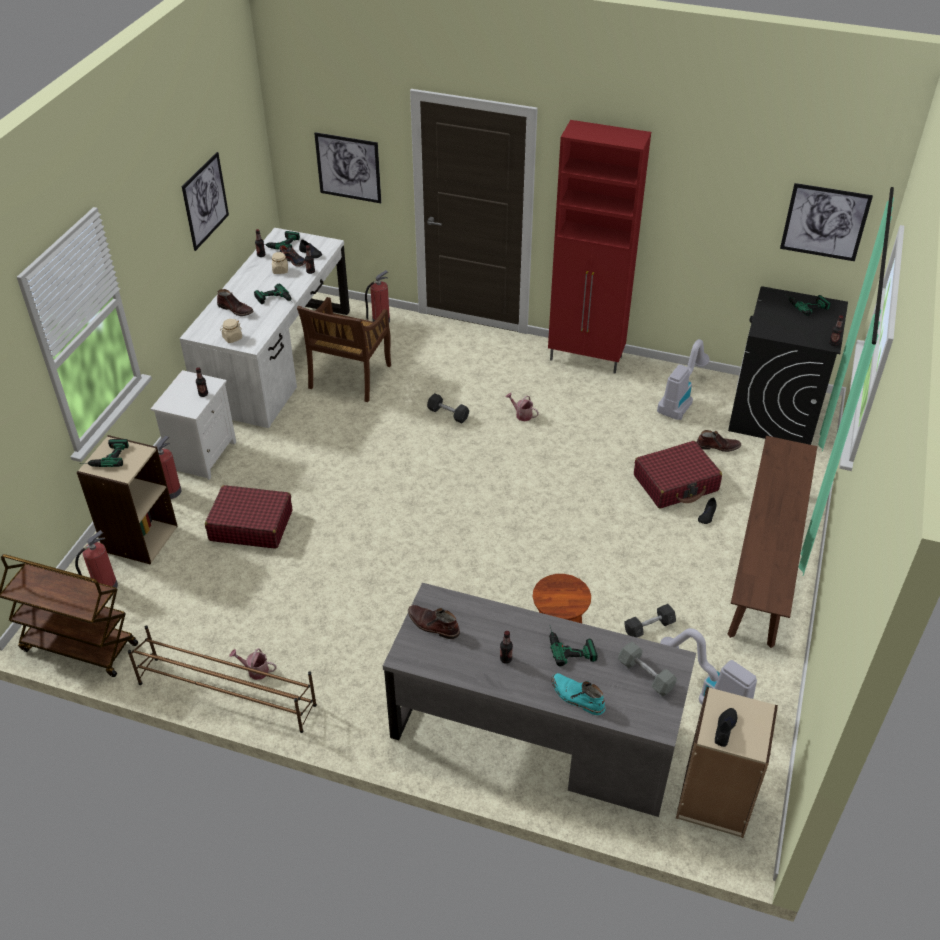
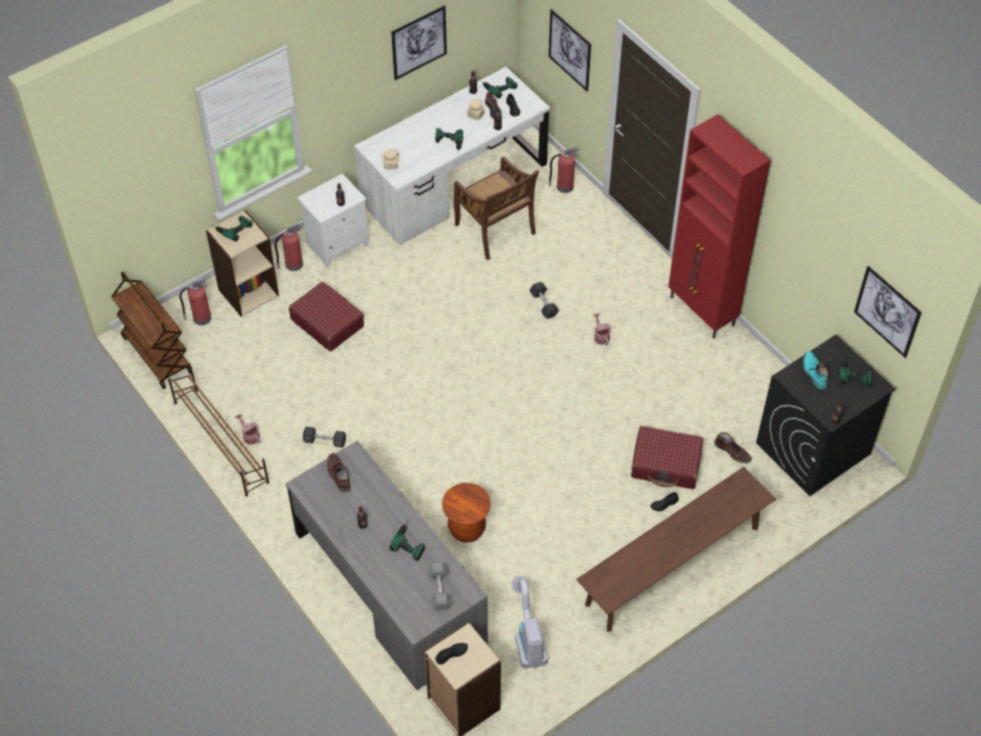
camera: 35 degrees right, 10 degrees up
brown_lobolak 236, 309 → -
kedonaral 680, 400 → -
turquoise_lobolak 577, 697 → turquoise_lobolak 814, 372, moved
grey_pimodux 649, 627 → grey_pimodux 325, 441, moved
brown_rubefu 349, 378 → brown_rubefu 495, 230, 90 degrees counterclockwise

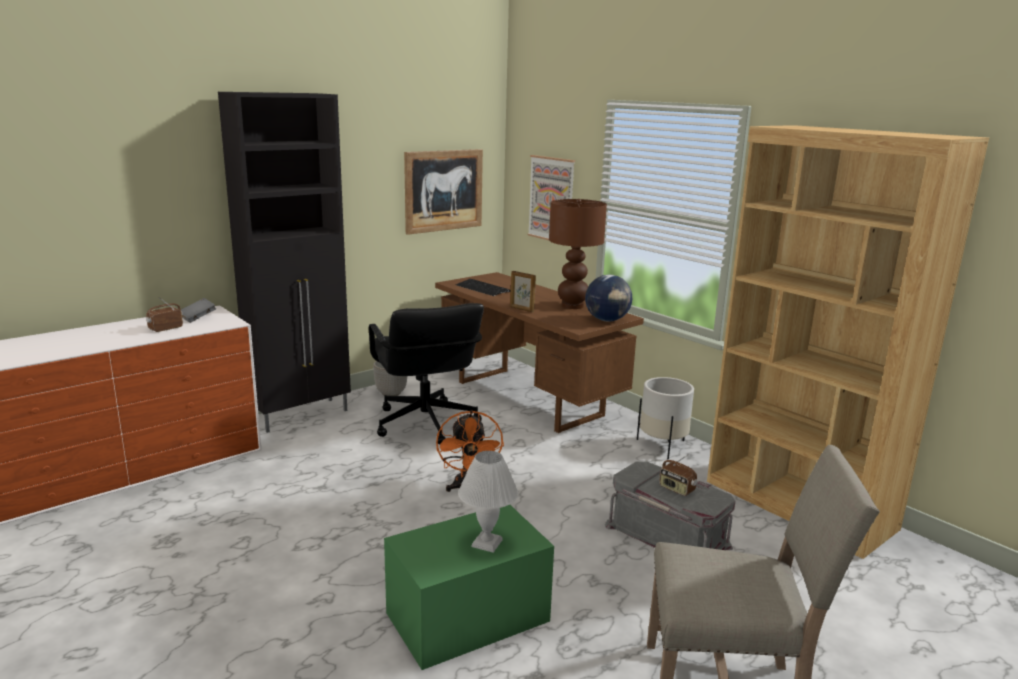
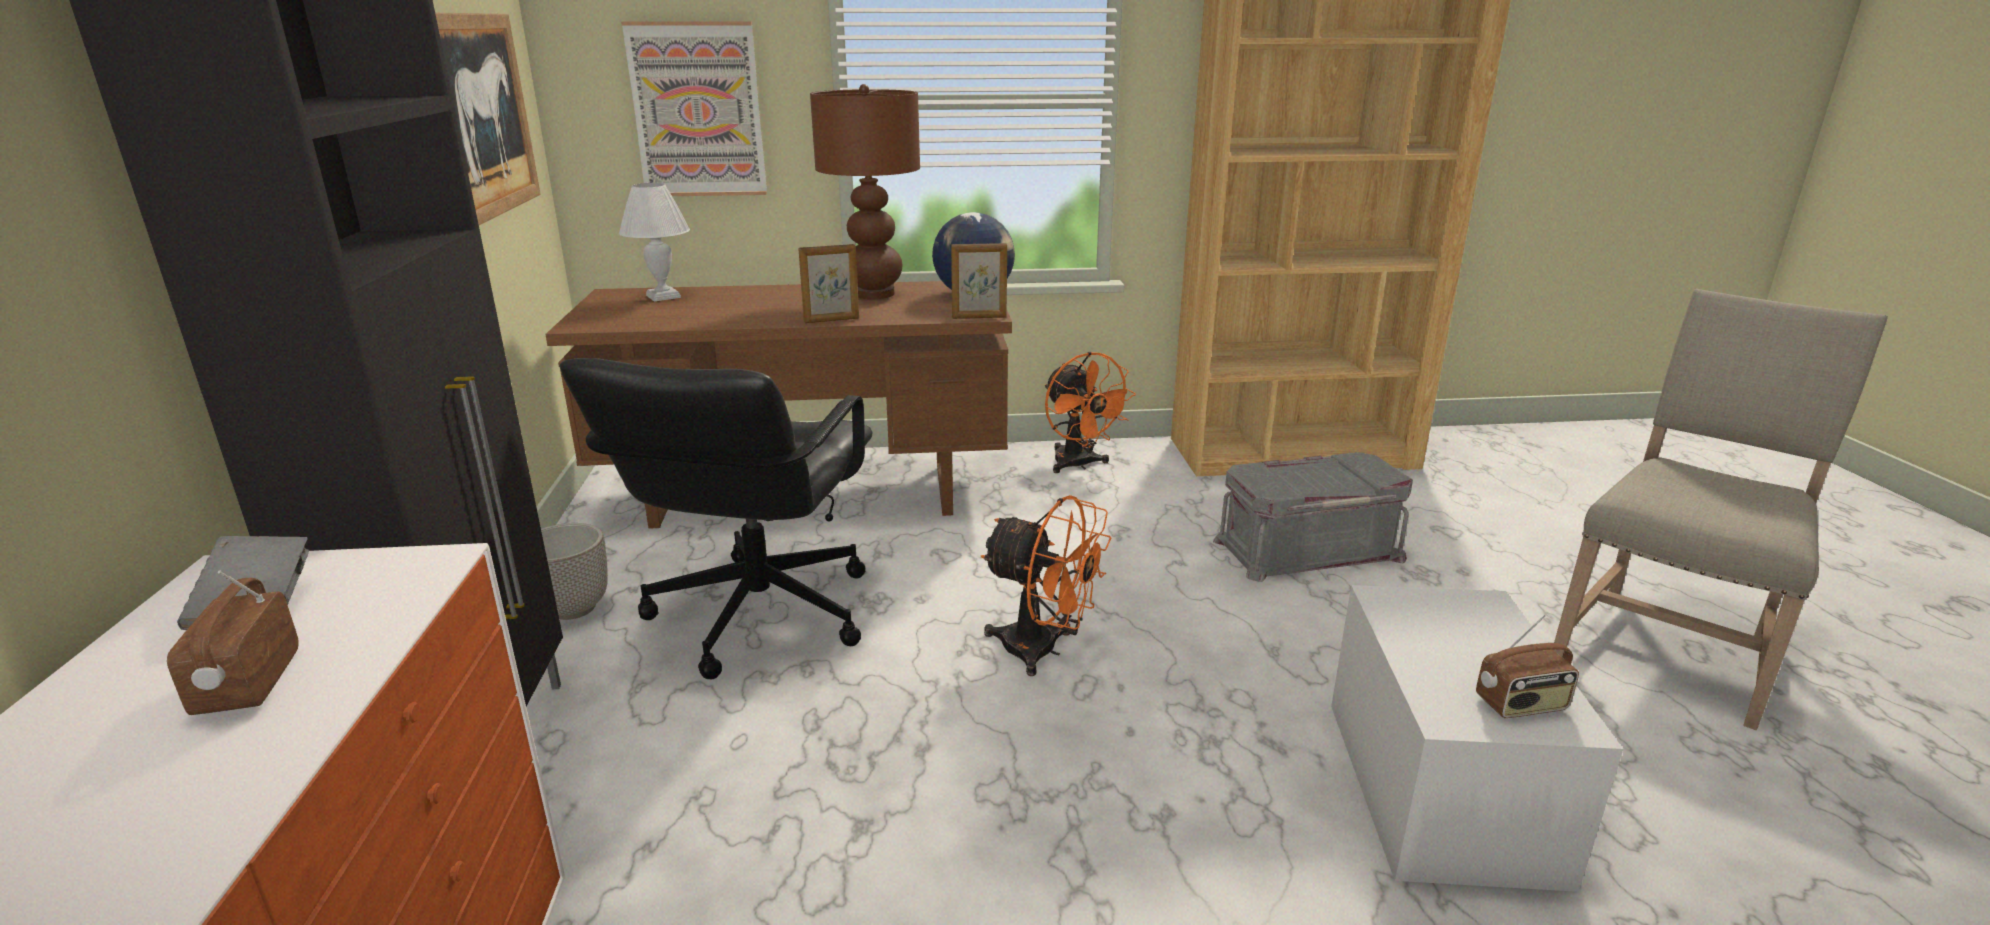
camera: 55 degrees left, 5 degrees up
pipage 482, 288 → -
- → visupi 979, 317
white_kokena 488, 543 → white_kokena 664, 296, moved
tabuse 676, 489 → tabuse 1521, 705, moved
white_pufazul 662, 446 → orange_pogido 1079, 465
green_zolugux 467, 617 → white_zolugux 1440, 788
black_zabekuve 425, 424 → black_zabekuve 758, 614, 90 degrees clockwise

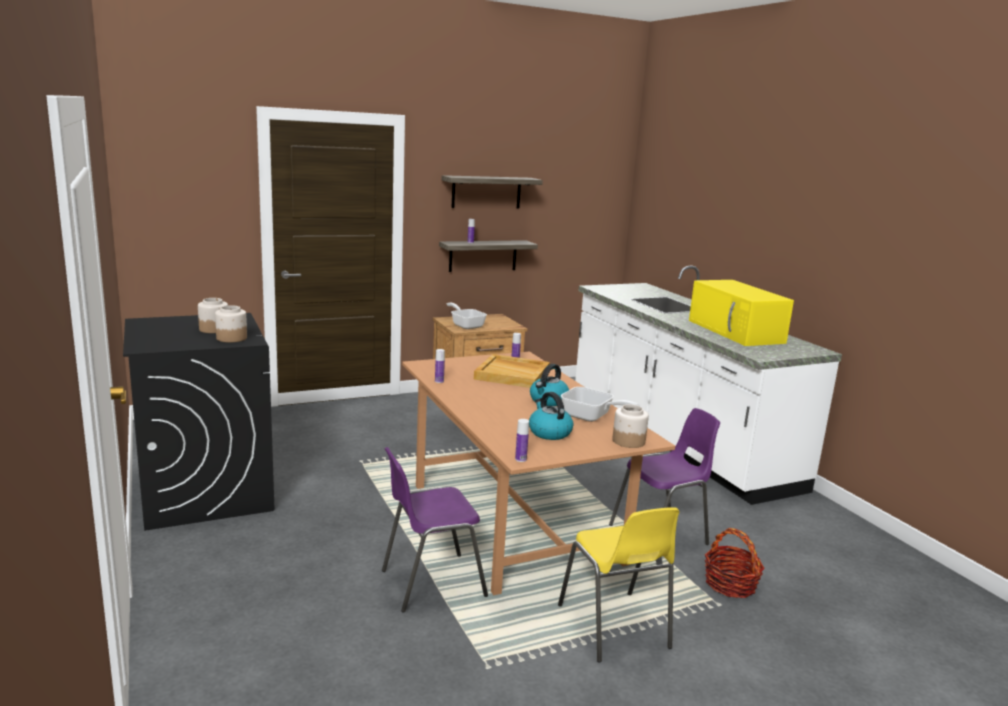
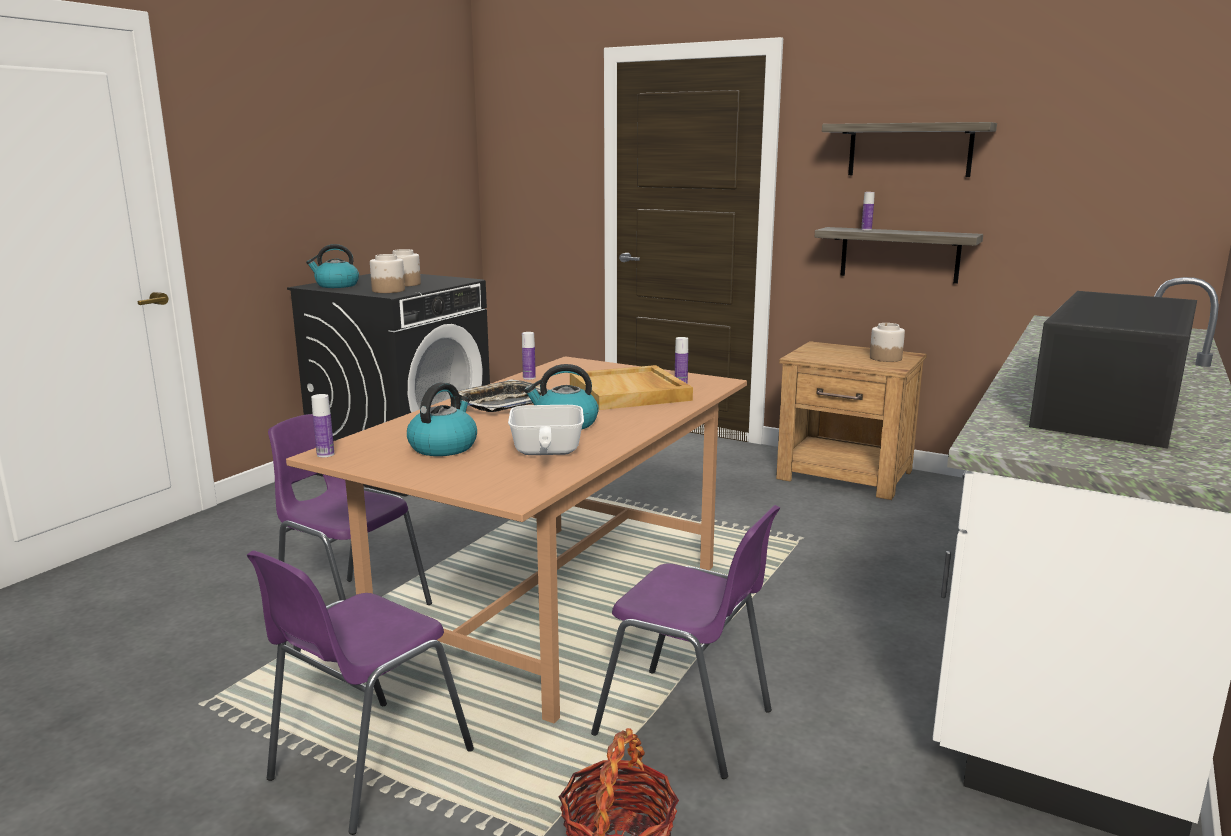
camera: 55 degrees right, 0 degrees up
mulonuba 466, 325 → -
- → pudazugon 336, 285
- → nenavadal 502, 403
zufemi 628, 441 → zufemi 885, 358, moved
yellow_rubefu 615, 628 → purple_rubefu 366, 766
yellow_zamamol 736, 332 → black_zamamol 1109, 410

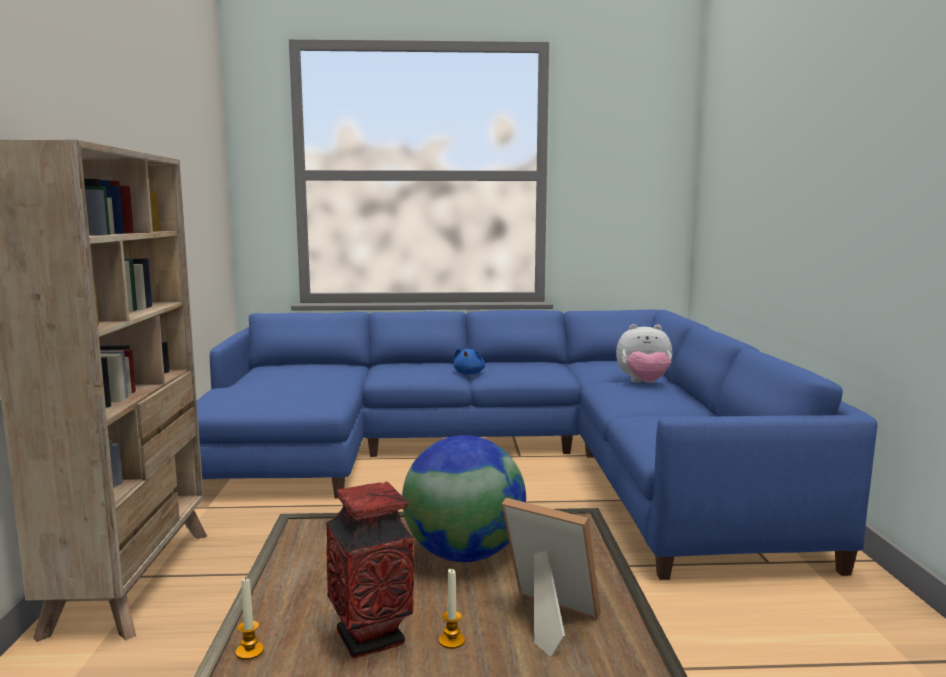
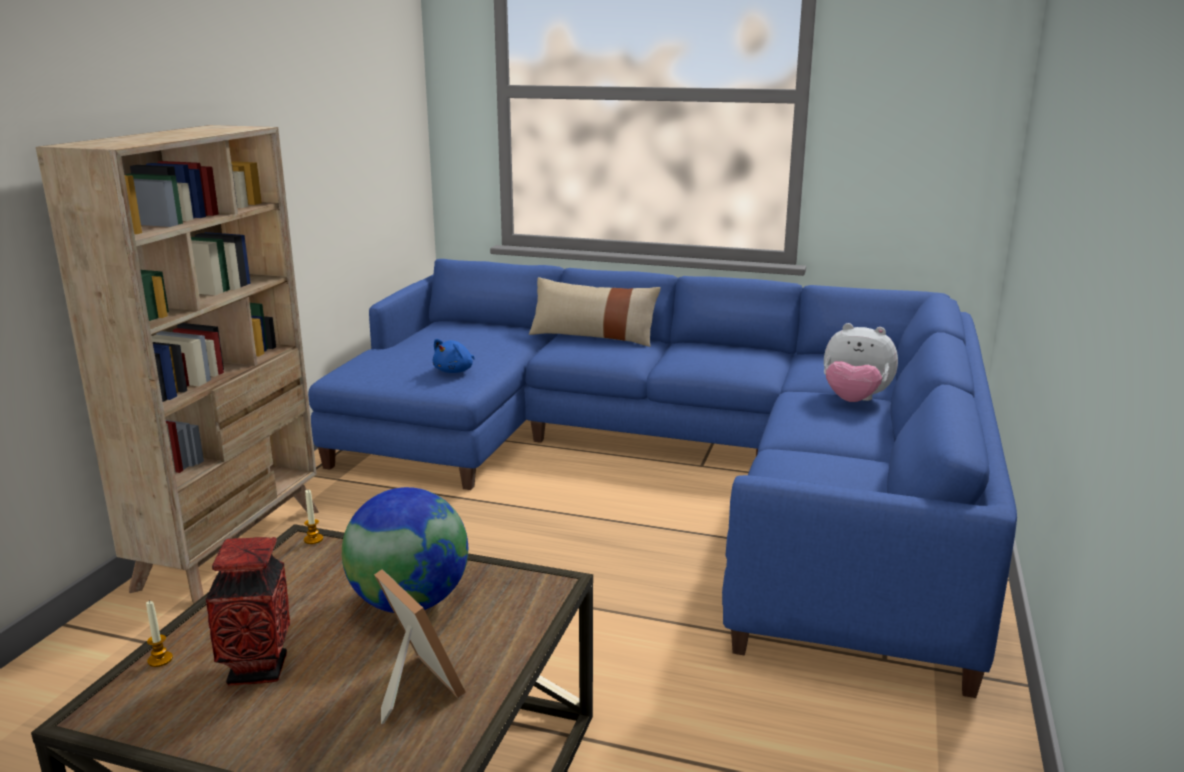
camera: 20 degrees right, 10 degrees up
- → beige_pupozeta 593, 336
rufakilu 451, 641 → rufakilu 313, 539, moved
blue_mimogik 469, 373 → blue_mimogik 455, 371, moved

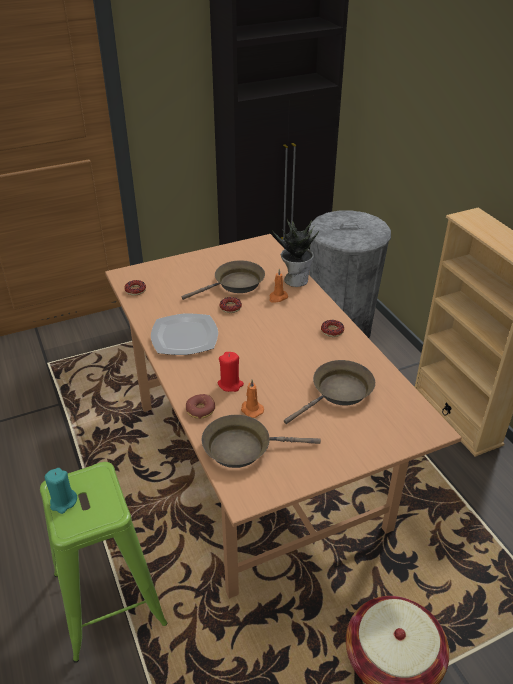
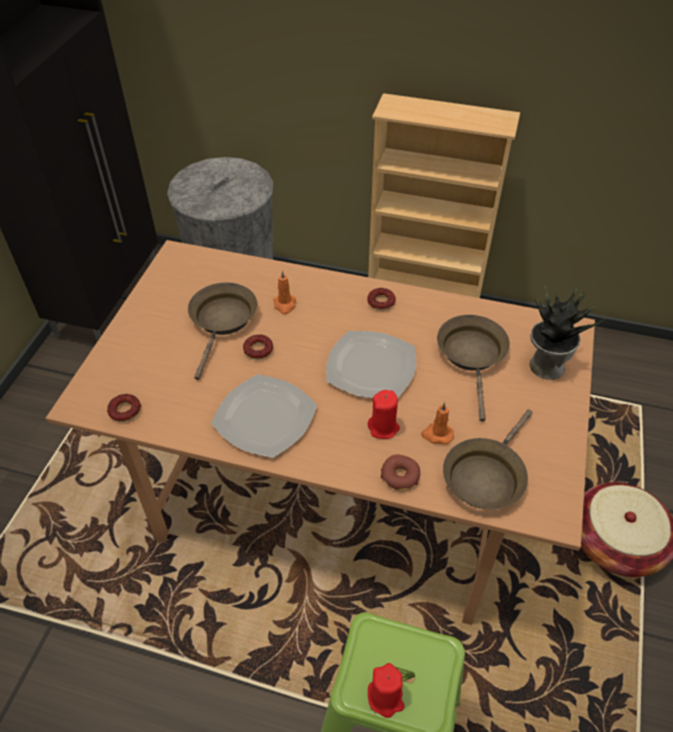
camera: 50 degrees left, 10 degrees up
- → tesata 370, 366
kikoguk 296, 279 → kikoguk 545, 365, moved
turquoise_rufakilu 63, 502 → red_rufakilu 385, 697

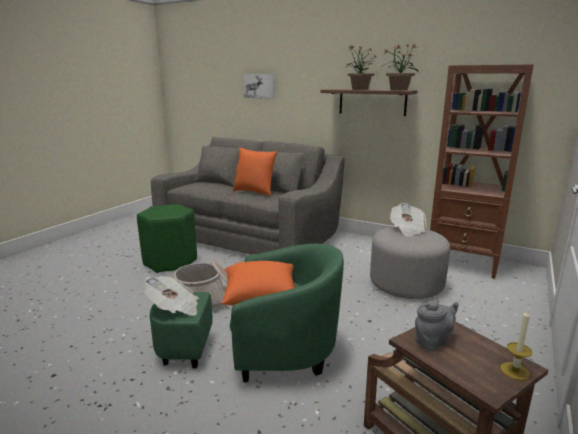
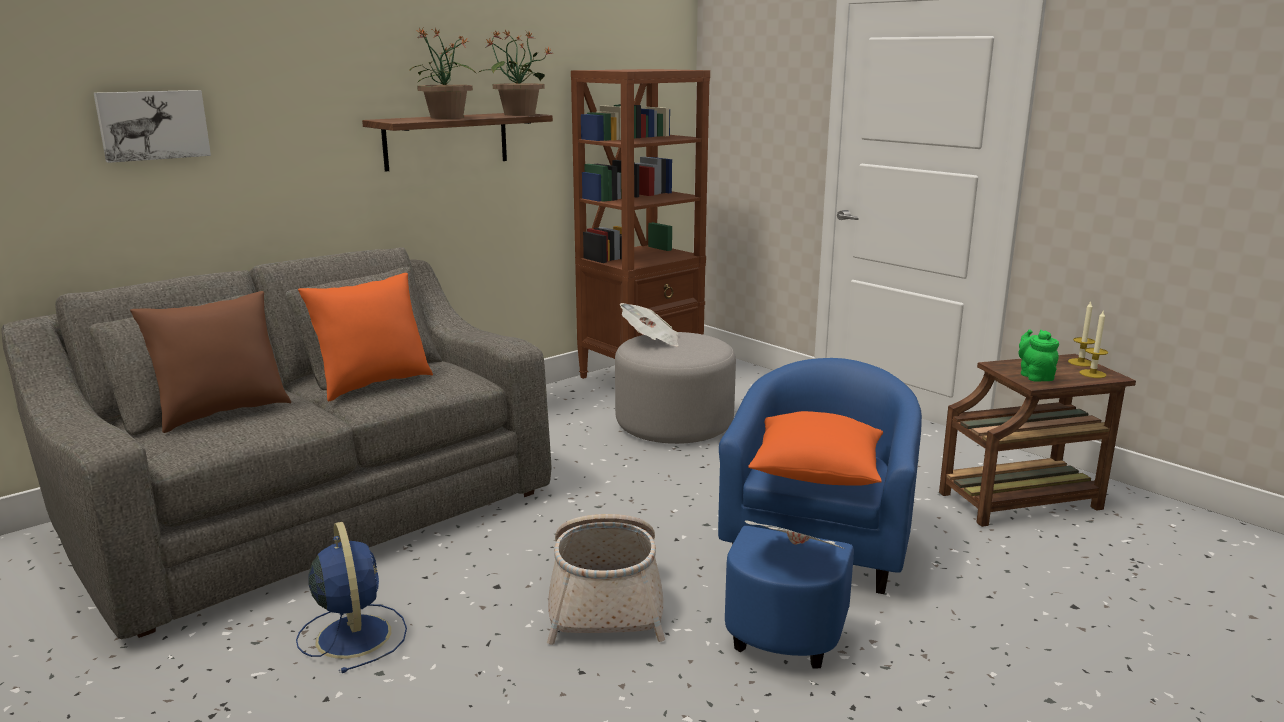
camera: 70 degrees left, 0 degrees up
- → brown_pupozeta 222, 413
- → rufakilu 1092, 374
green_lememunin 171, 262 → blue_pogido 353, 634
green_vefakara 260, 352 → blue_vefakara 811, 569
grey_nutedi 433, 341 → green_nutedi 1035, 376

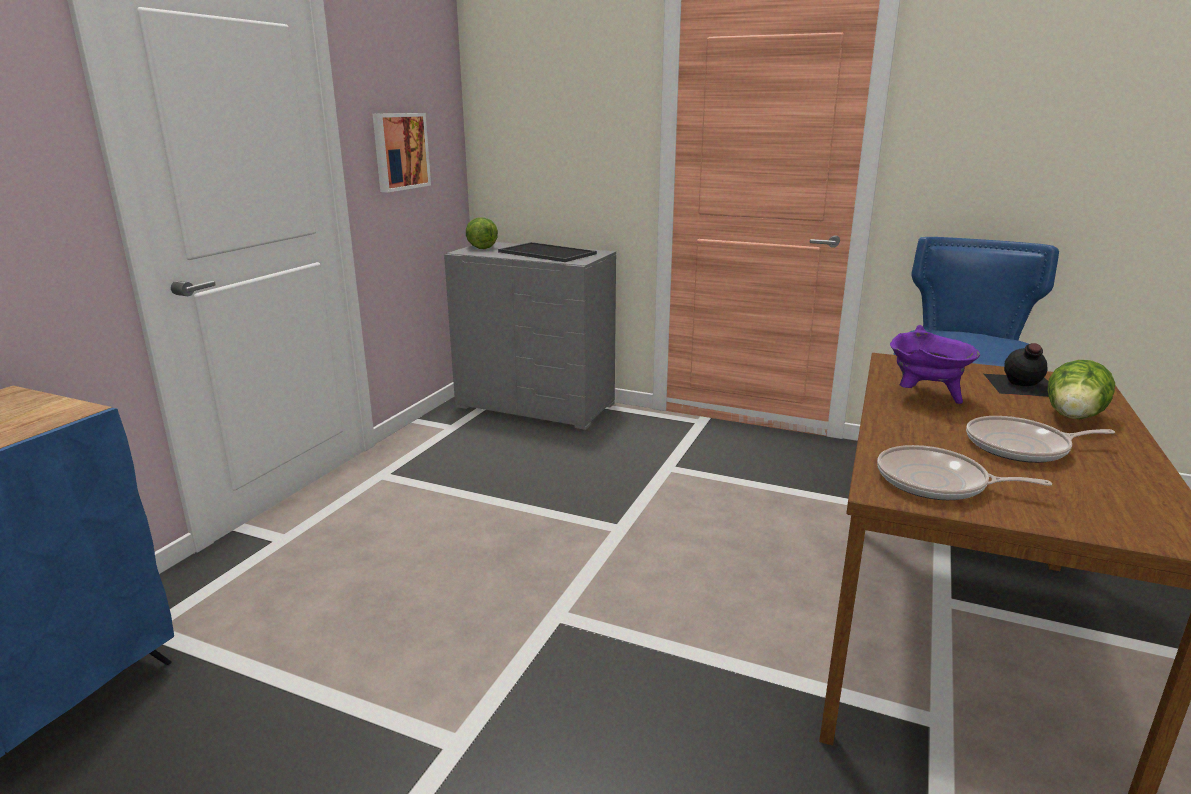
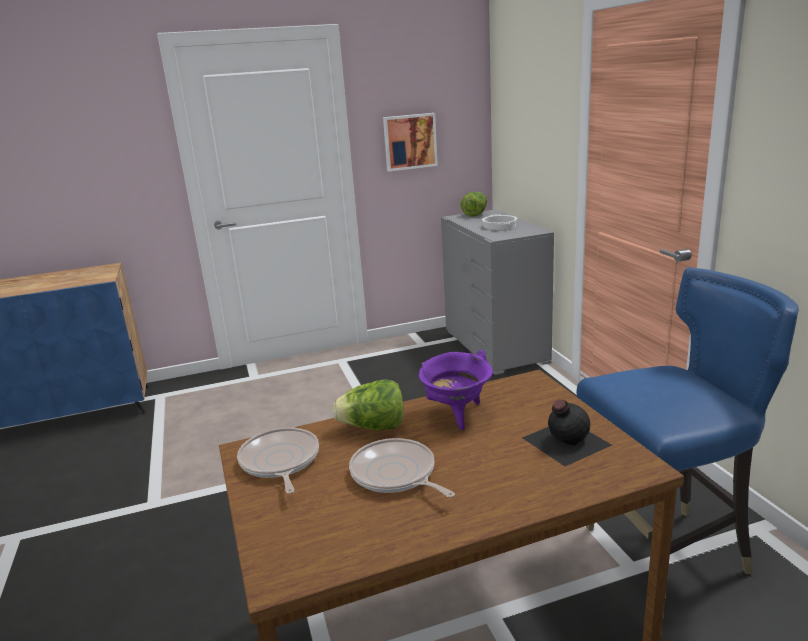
camera: 50 degrees right, 0 degrees up
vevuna 1073, 418 → vevuna 373, 427, moved
nenavadal 545, 253 → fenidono 499, 226

